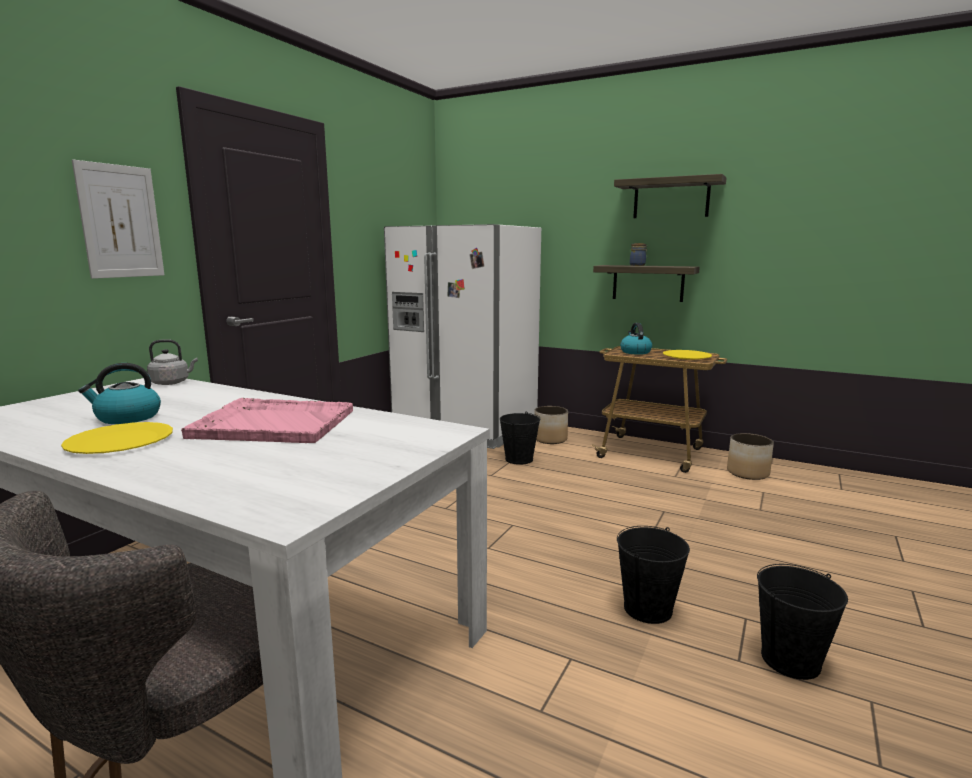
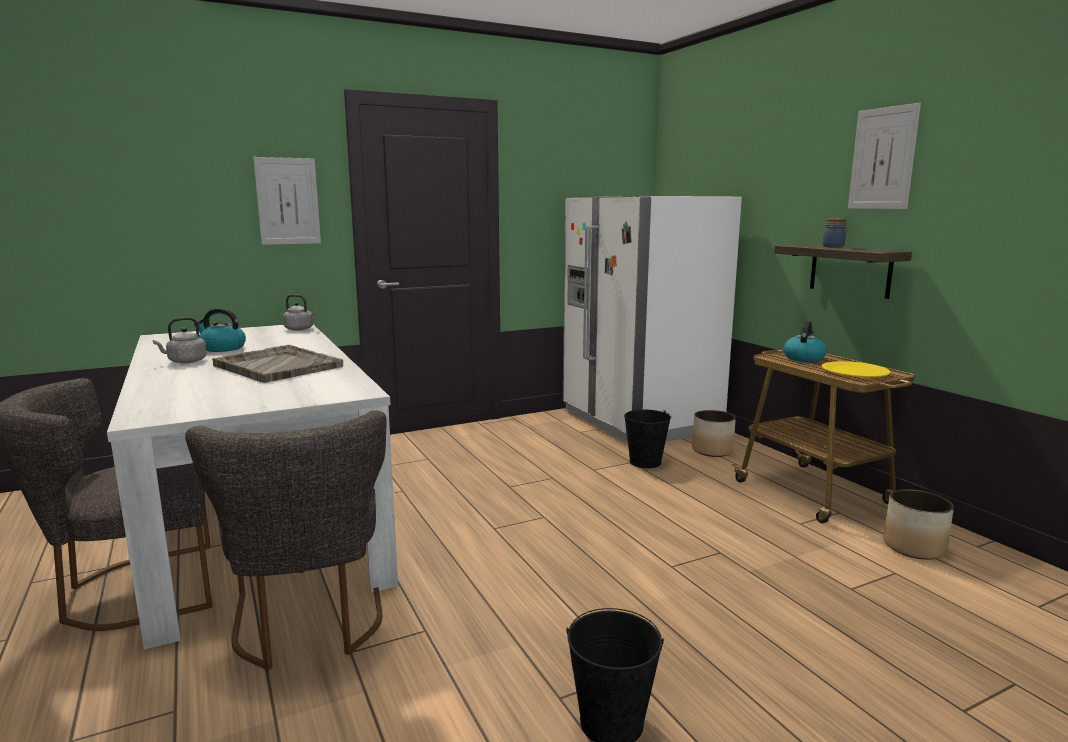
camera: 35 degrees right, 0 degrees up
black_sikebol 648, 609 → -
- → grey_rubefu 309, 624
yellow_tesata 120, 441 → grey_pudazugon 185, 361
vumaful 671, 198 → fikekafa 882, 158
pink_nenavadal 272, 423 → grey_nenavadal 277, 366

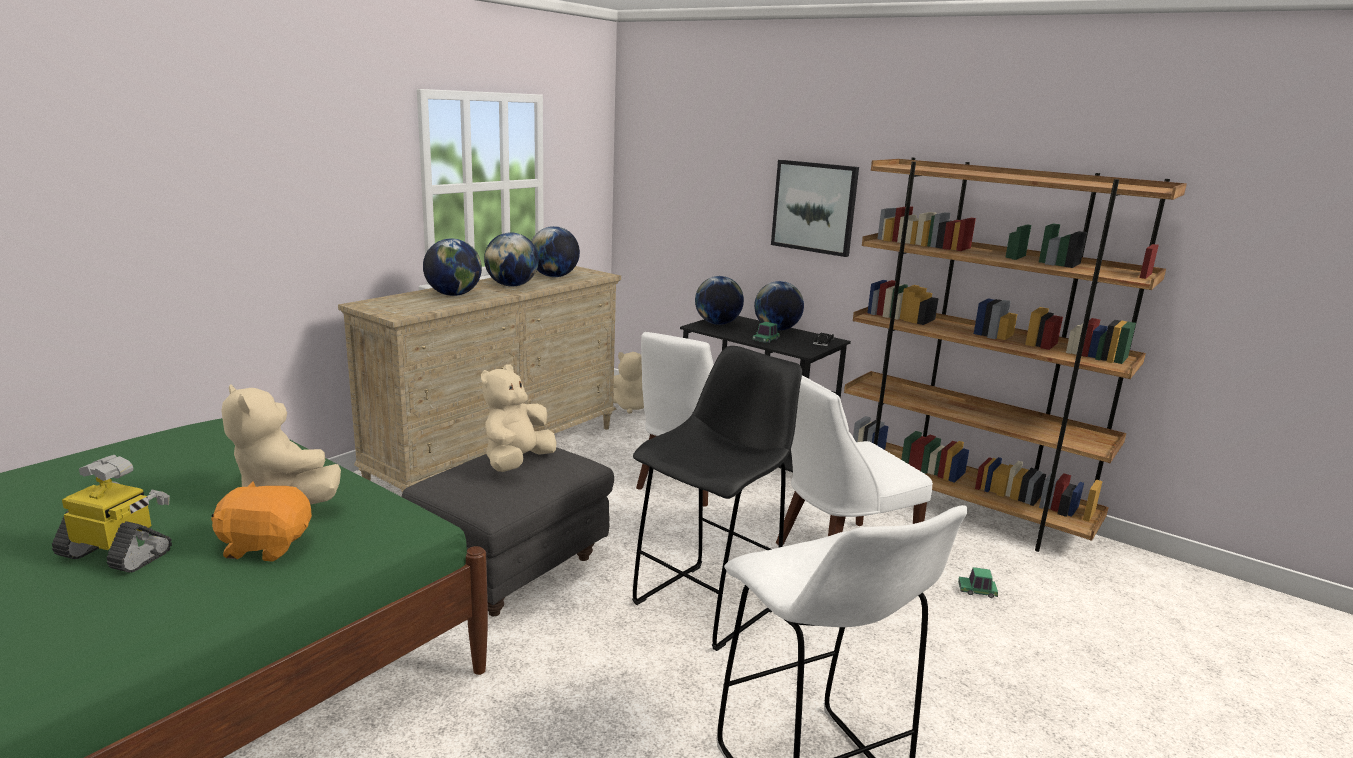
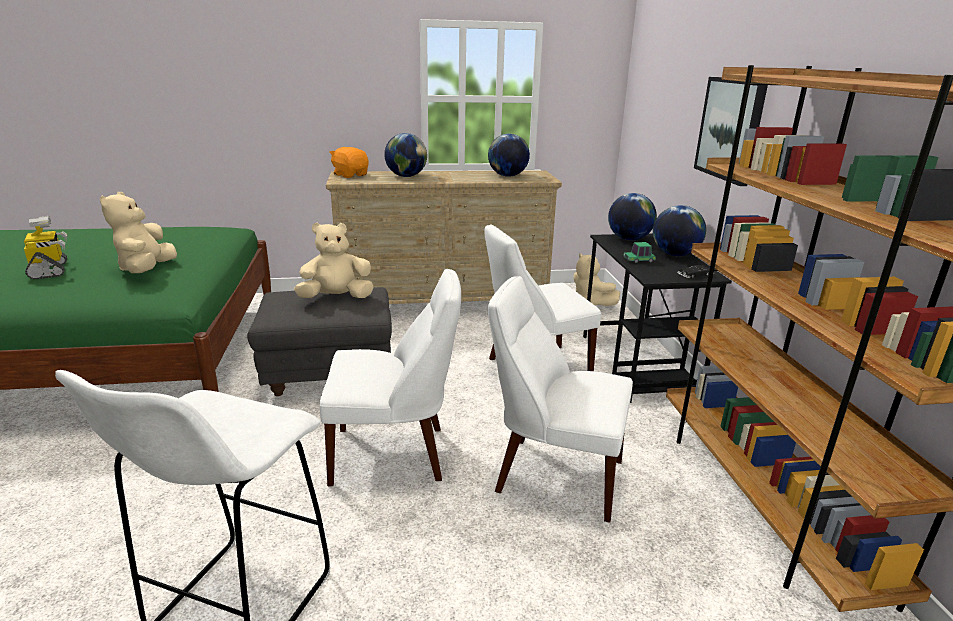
camera: 45 degrees right, 5 degrees up
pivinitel 512, 285 → -
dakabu 977, 591 → -
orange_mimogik 265, 546 → orange_mimogik 350, 175, moved
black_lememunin 709, 603 → white_rubefu 395, 454

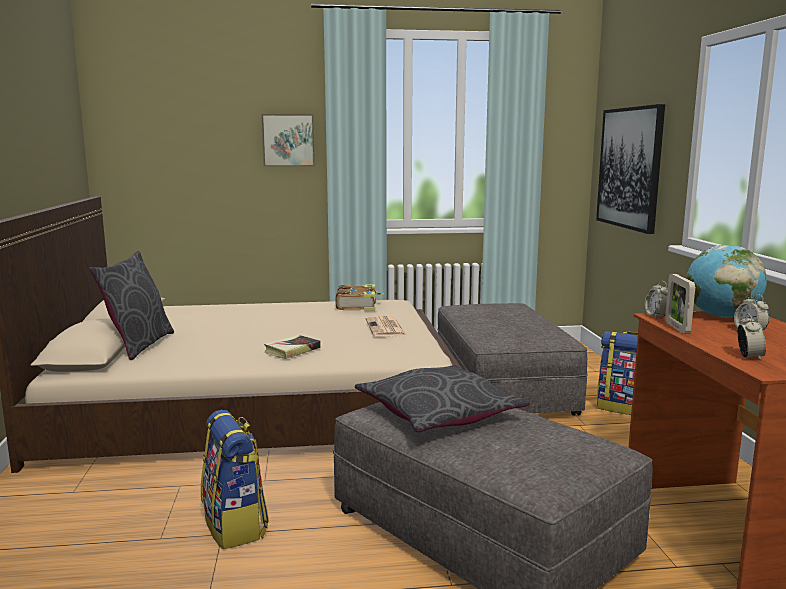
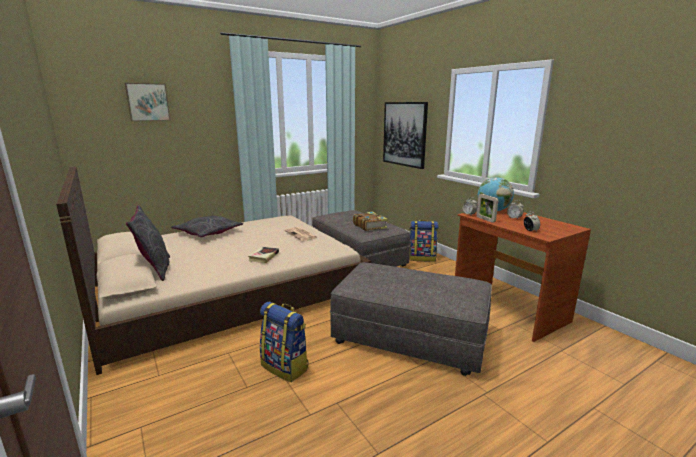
camera: 25 degrees left, 5 degrees up
fikekafa 288, 140 → fikekafa 148, 102, moved
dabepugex 357, 305 → dabepugex 369, 226, moved
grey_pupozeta 438, 413 → grey_pupozeta 208, 232, moved

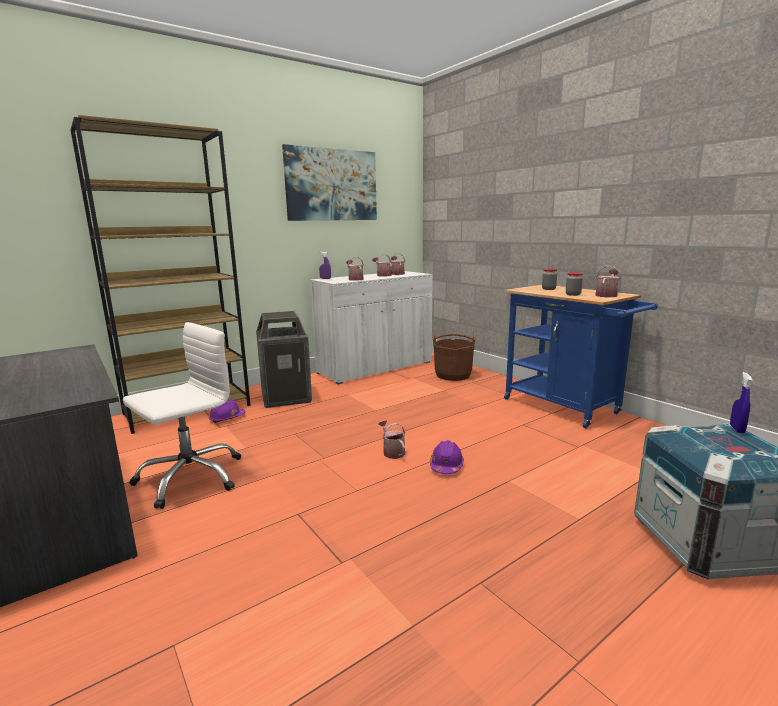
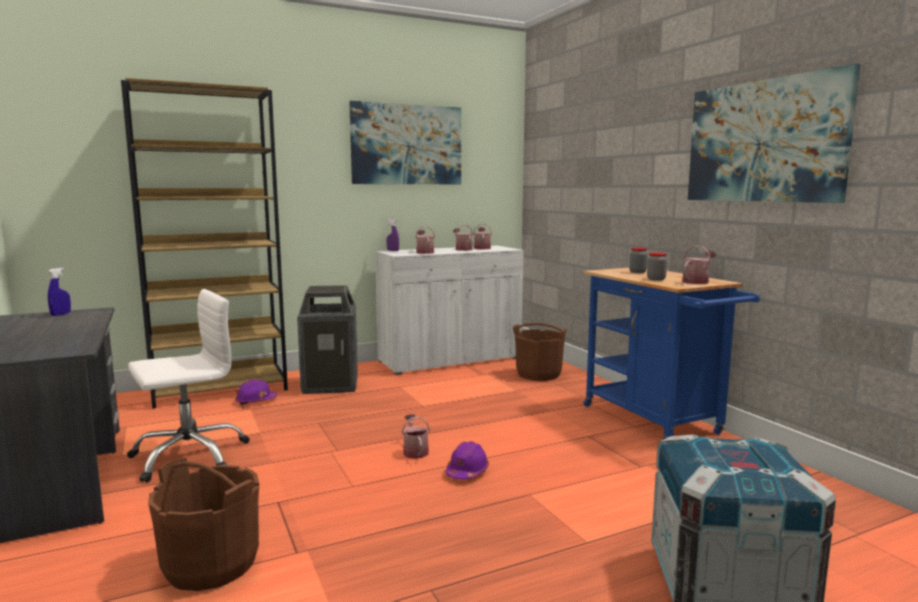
camera: 10 degrees right, 5 degrees down
- → brown_sikebol 211, 564
- → fikekafa 764, 141
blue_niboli 737, 429 → blue_niboli 61, 314, moved

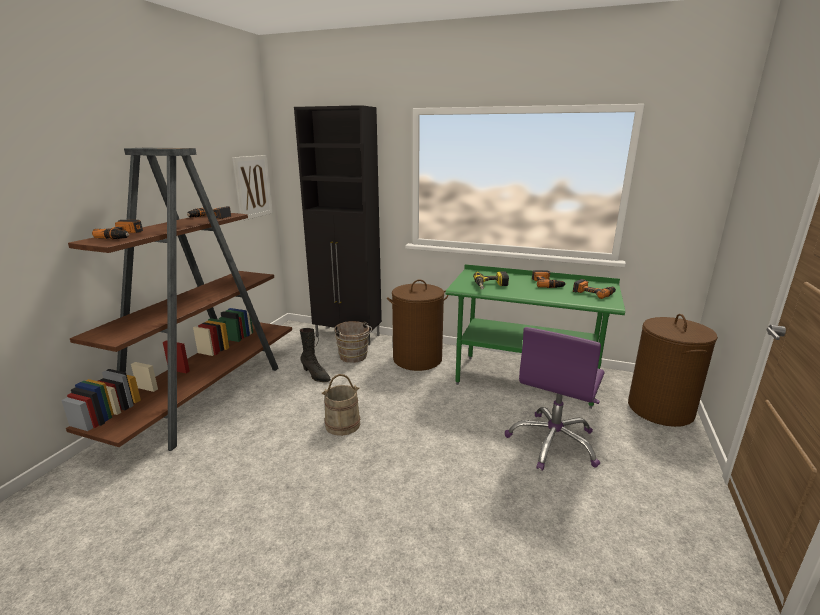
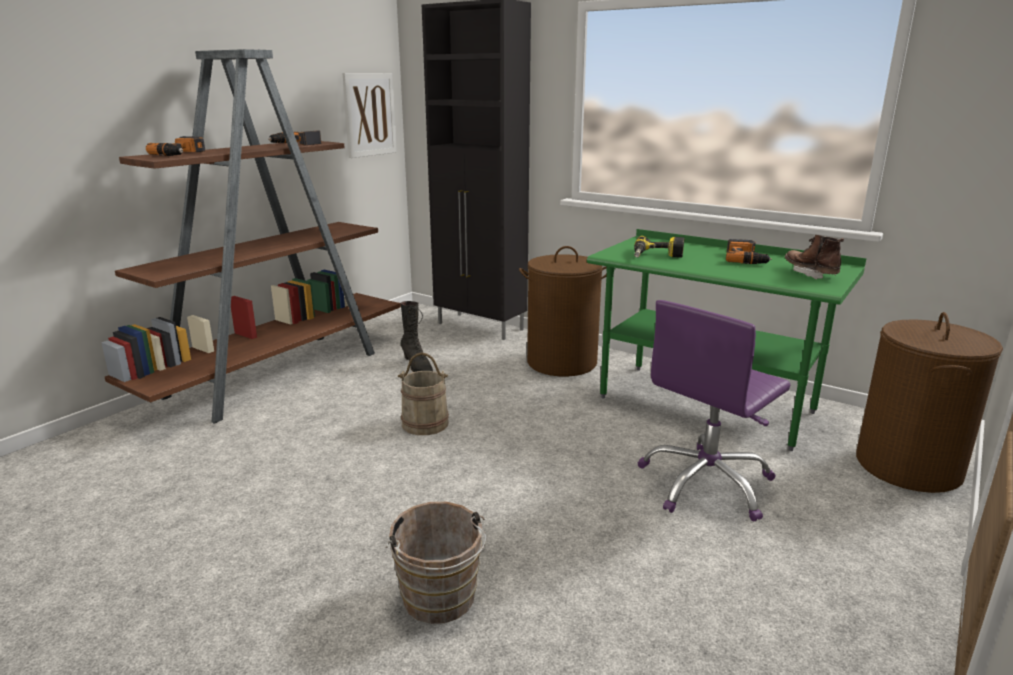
camera: 15 degrees right, 0 degrees up
brown_sikebol 354, 357 → brown_sikebol 440, 602, moved
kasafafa 593, 293 → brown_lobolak 810, 273

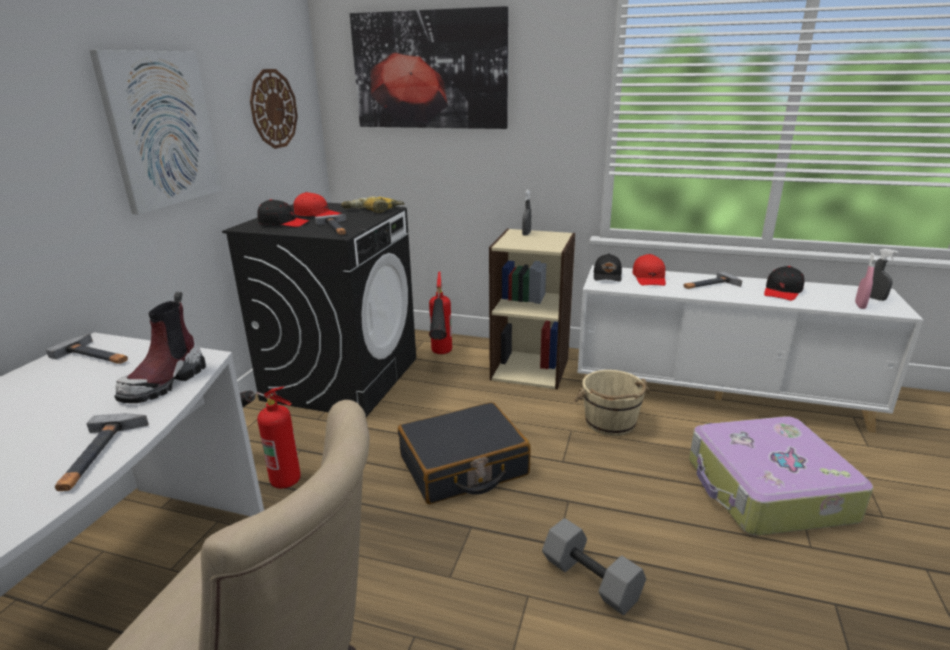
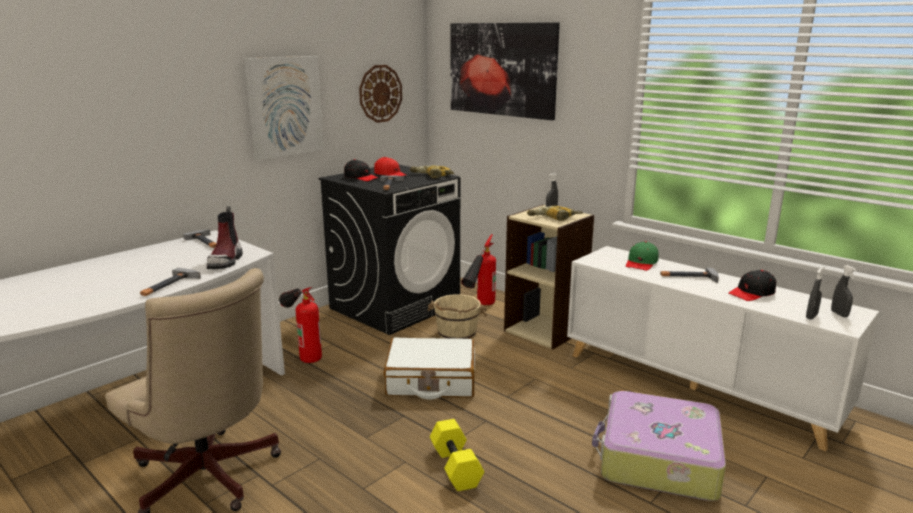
camera: 25 degrees right, 5 degrees down
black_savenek 608, 276 → -
- → kasafafa 553, 218
beige_sikebol 610, 422 → beige_sikebol 456, 334, moved
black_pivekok 463, 466 → white_pivekok 431, 380
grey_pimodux 592, 579 → yellow_pimodux 457, 467
red_savenek 649, 278 → green_savenek 641, 263
pink_niboli 860, 305 → grey_niboli 811, 316
lobolak 165, 382 → lobolak 226, 261, 45 degrees counterclockwise

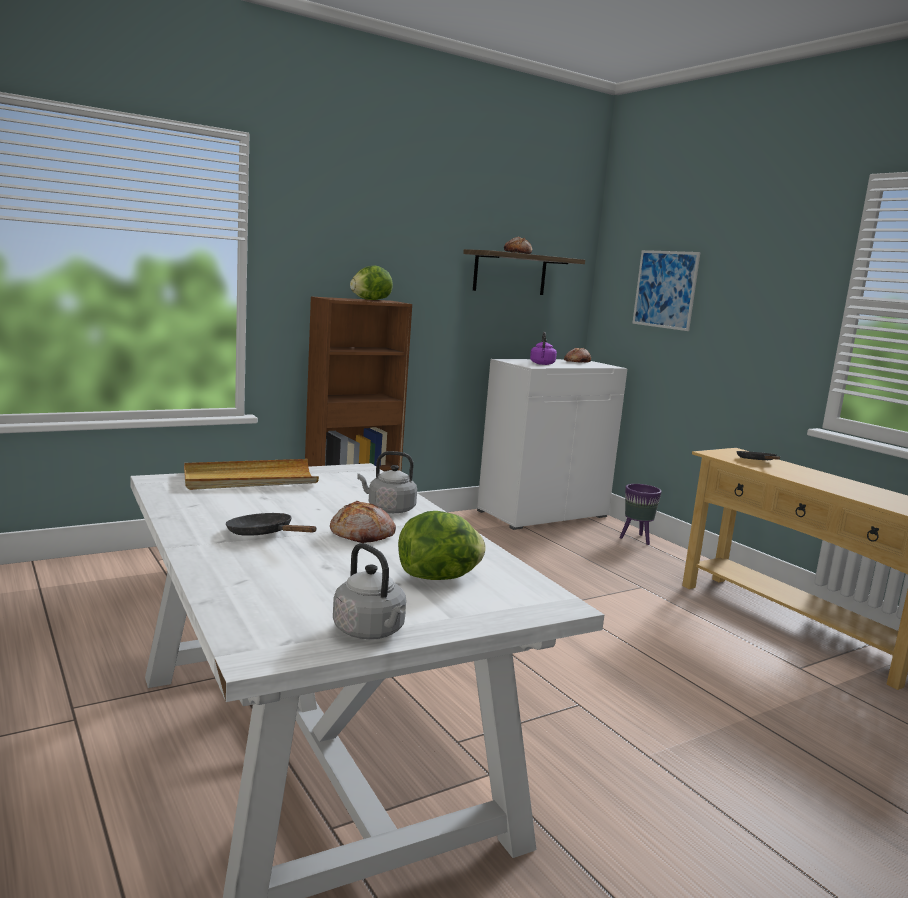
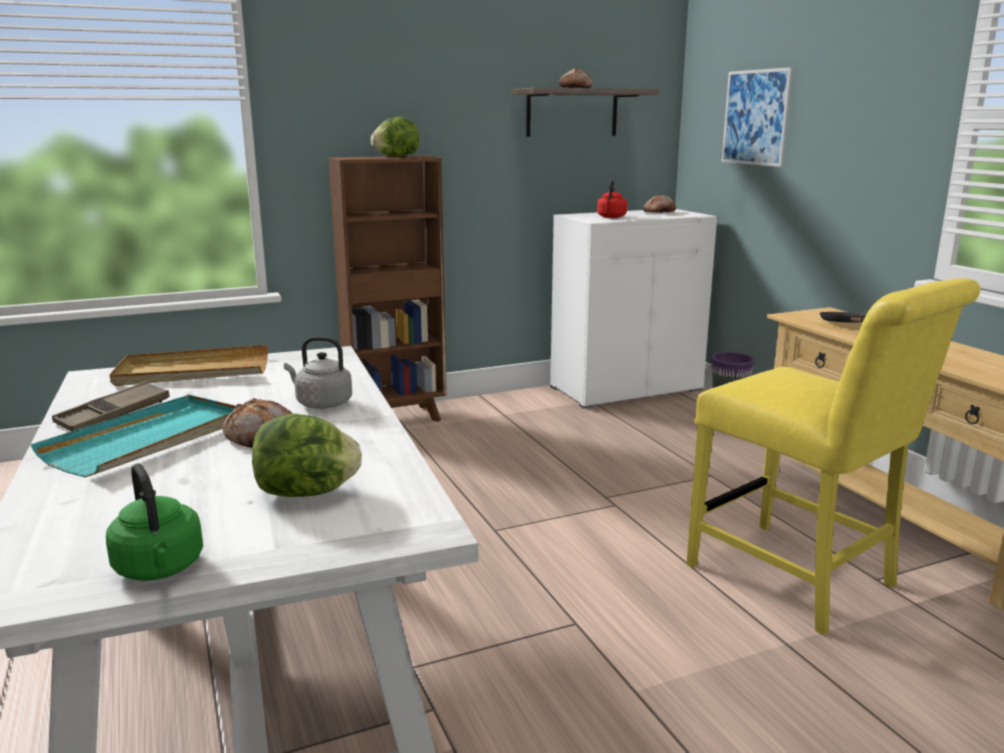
camera: 10 degrees right, 5 degrees up
- → brown_nenavadal 113, 414
- → yellow_rubefu 799, 580
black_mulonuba 264, 535 → turquoise_nenavadal 149, 440
grey_pudazugon 371, 632 → green_pudazugon 160, 569
purple_pudazugon 542, 364 → red_pudazugon 611, 217

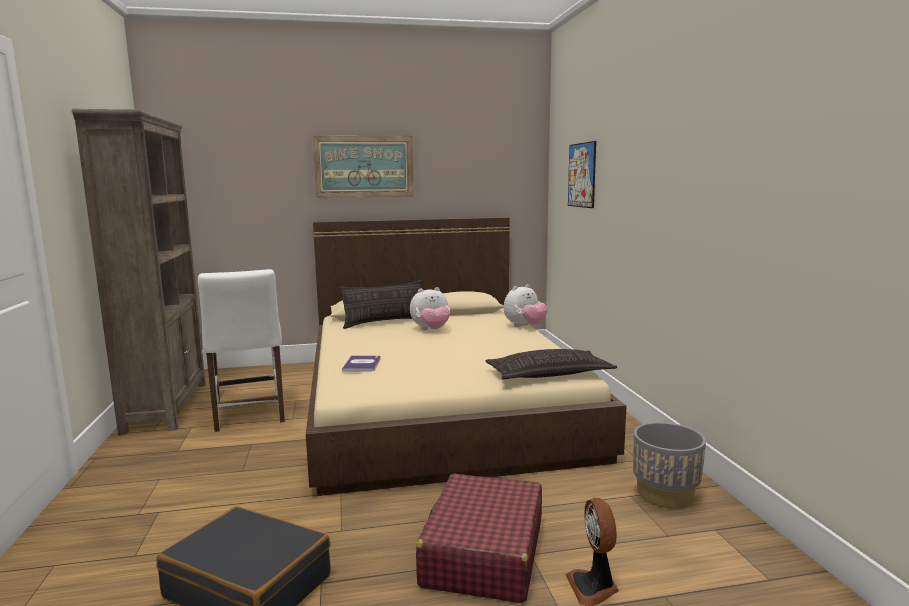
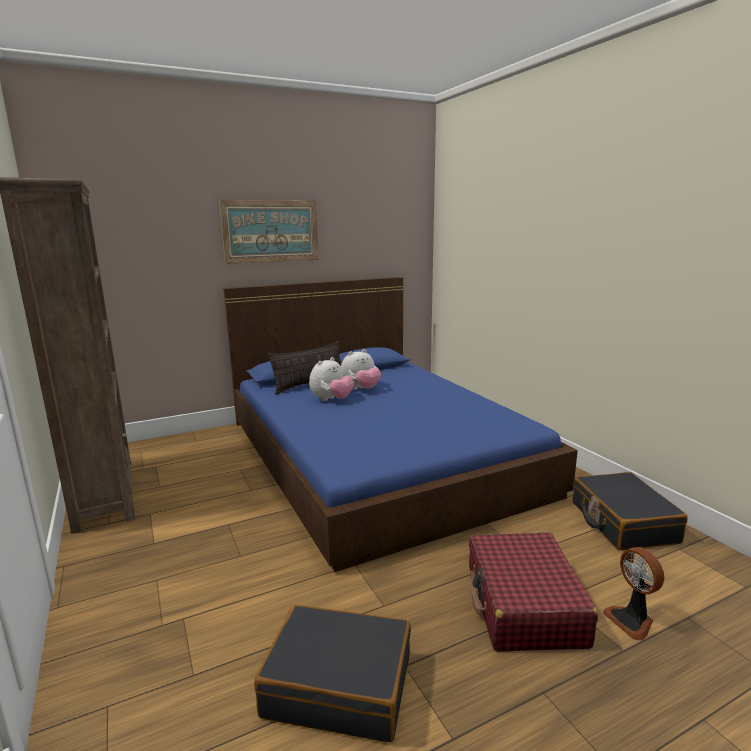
camera: 15 degrees left, 5 degrees up
white_rubefu 248, 416 → -
dabepugex 362, 364 → -
pupozeta 549, 374 → -
fikekafa 581, 175 → -
mimogik 524, 326 → mimogik 331, 400, moved
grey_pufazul 665, 494 → black_pivekok 622, 522
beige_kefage 438, 401 → blue_kefage 377, 454

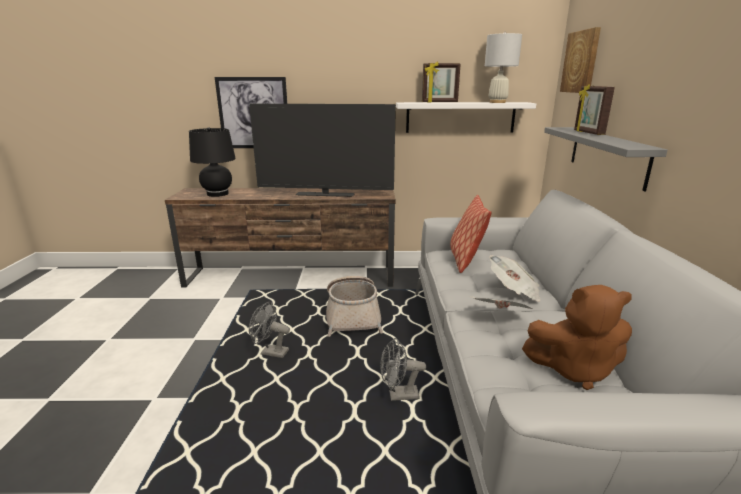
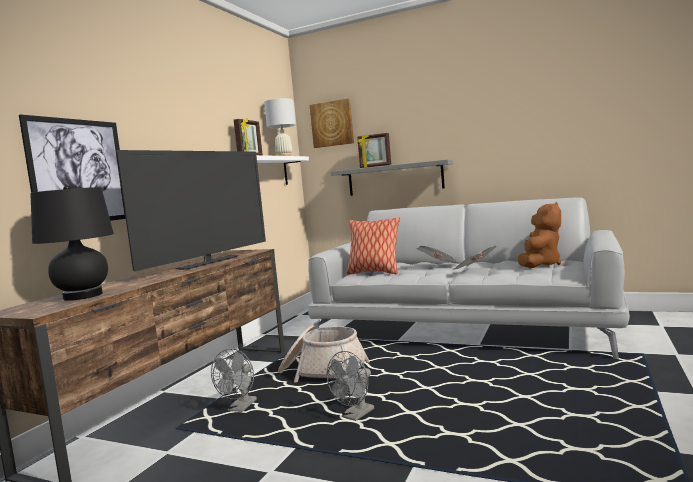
camera: 65 degrees left, 15 degrees down
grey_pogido 398, 395 → grey_pogido 240, 408, moved

